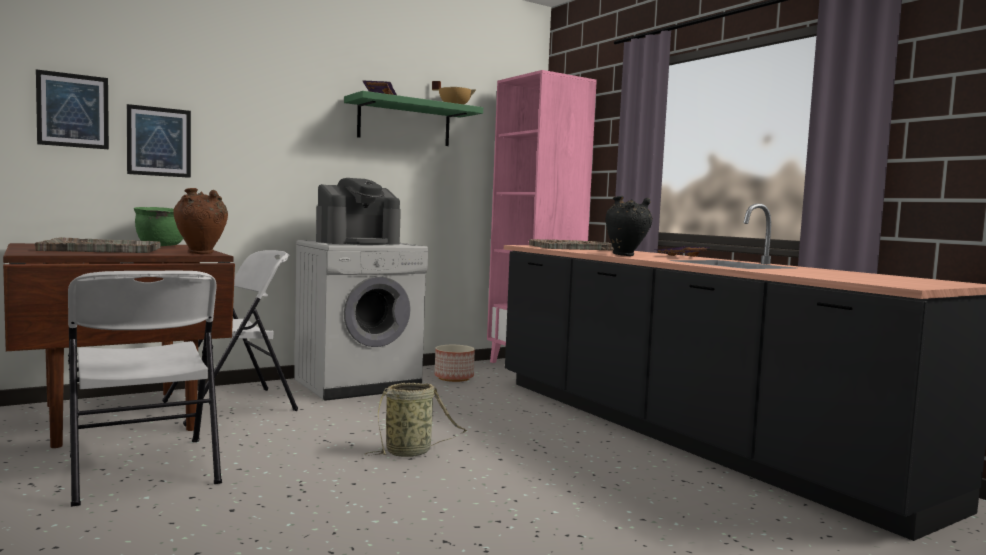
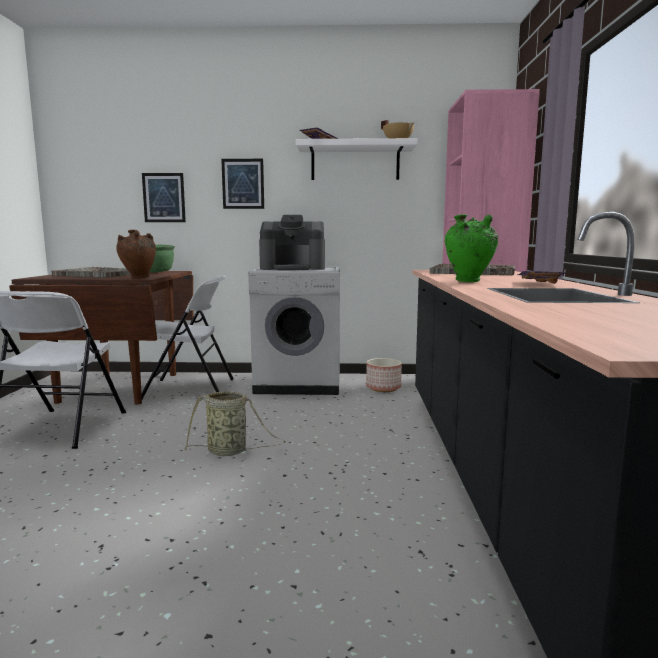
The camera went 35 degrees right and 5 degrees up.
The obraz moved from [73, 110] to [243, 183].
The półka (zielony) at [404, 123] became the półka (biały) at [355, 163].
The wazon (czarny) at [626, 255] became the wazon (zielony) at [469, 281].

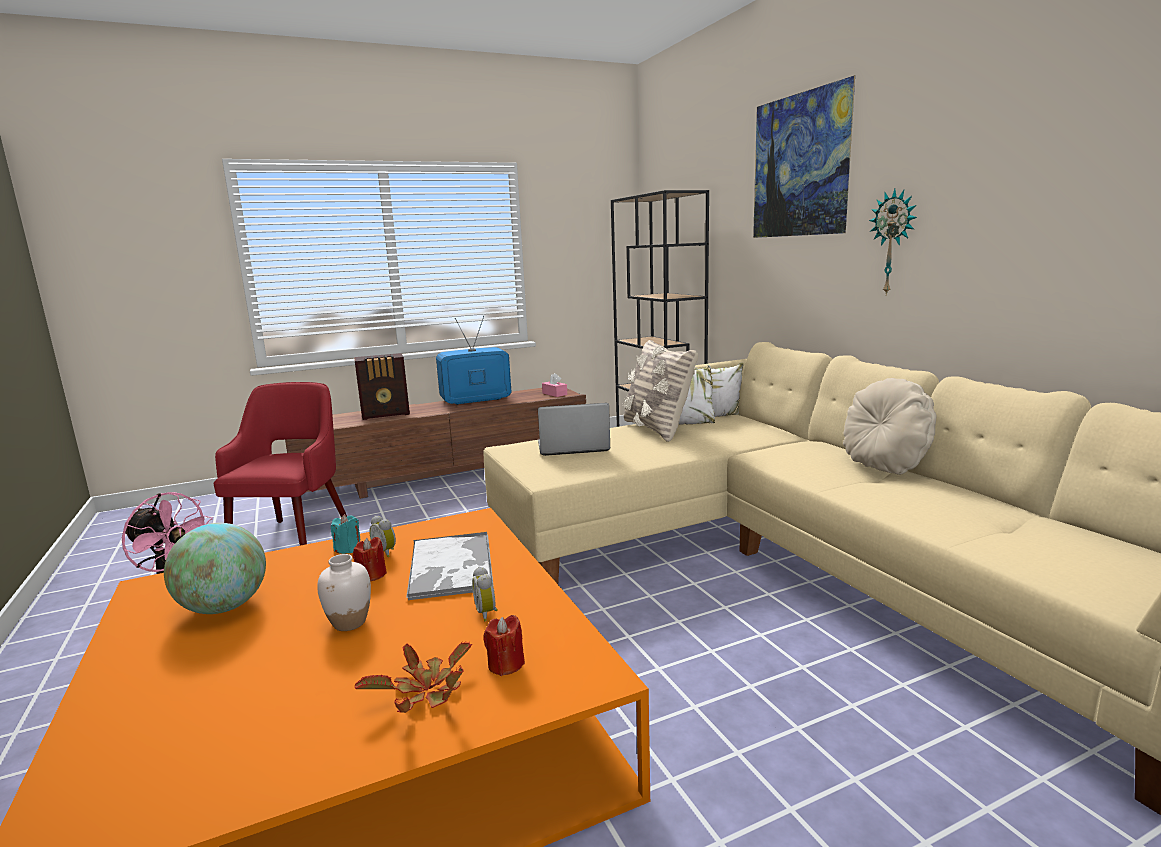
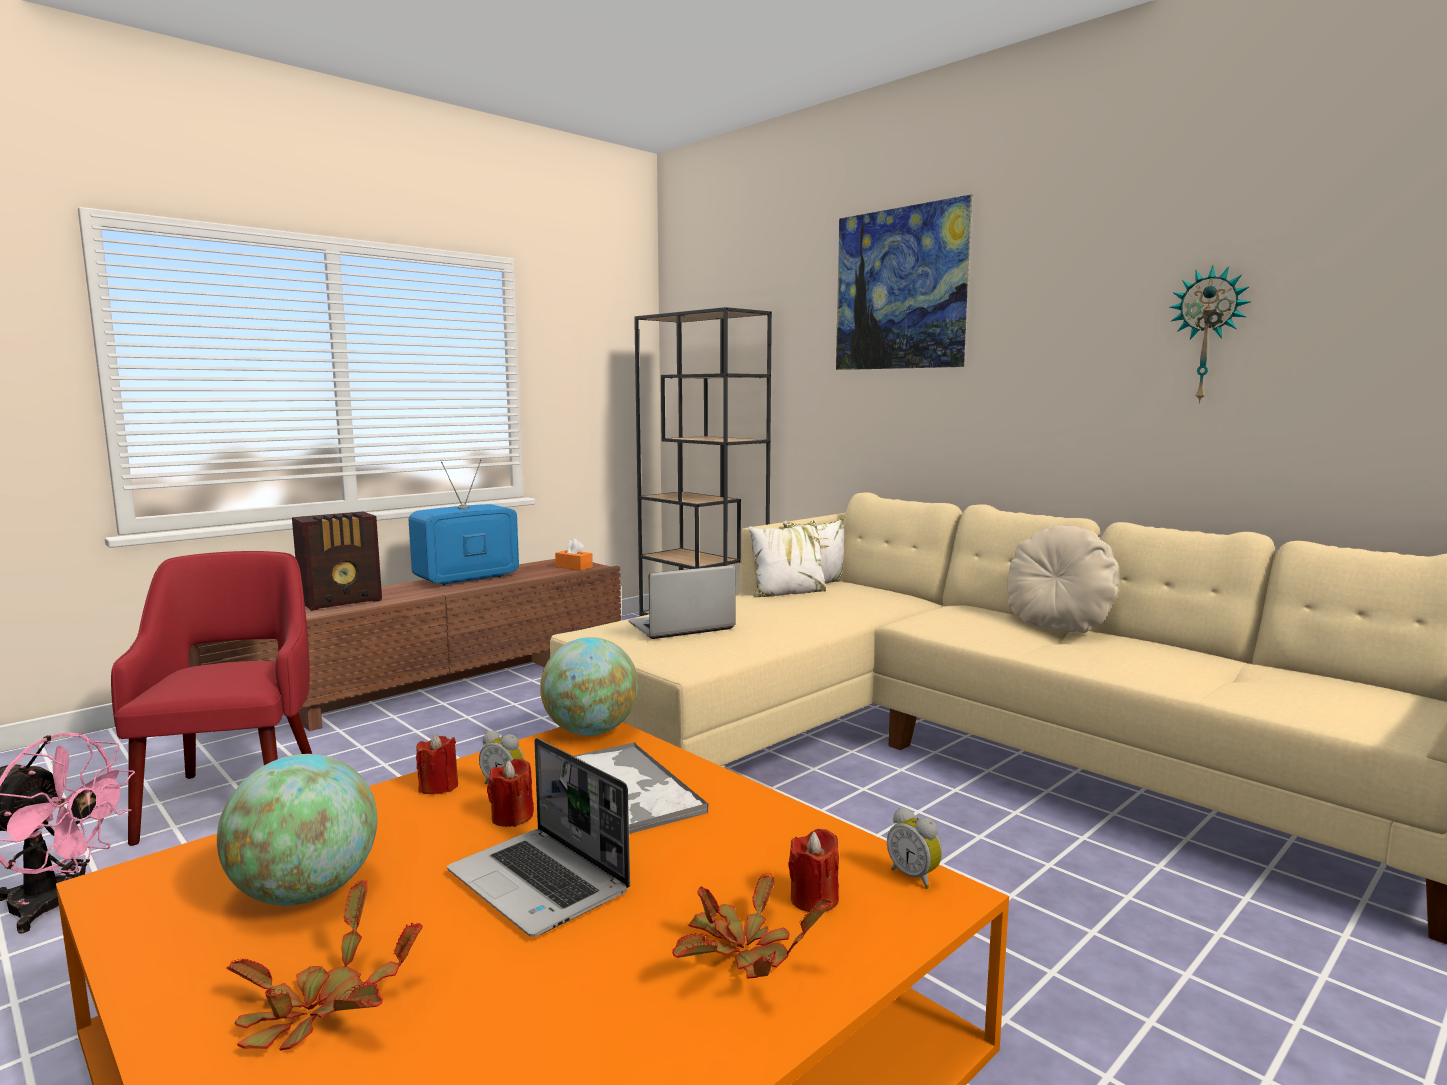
The camera went 20 degrees left and 5 degrees down.
The roślina doniczkowa at [317, 1011] appeared.
The świeca (turkusowy) at [348, 548] became the świeca (czerwony) at [438, 787].
The wazon (biały) at [350, 623] was replaced by the laptop at [541, 883].
The globus at [590, 731] appeared.
The pudełko chusteczek (różowy) at [554, 394] became the pudełko chusteczek (pomarańczowy) at [574, 567].
The budzik moved from [487, 613] to [914, 876].
The zegar ścienny moved from [893, 242] to [1207, 335].
The poduszka (beżowy) at [656, 429] disappeared.

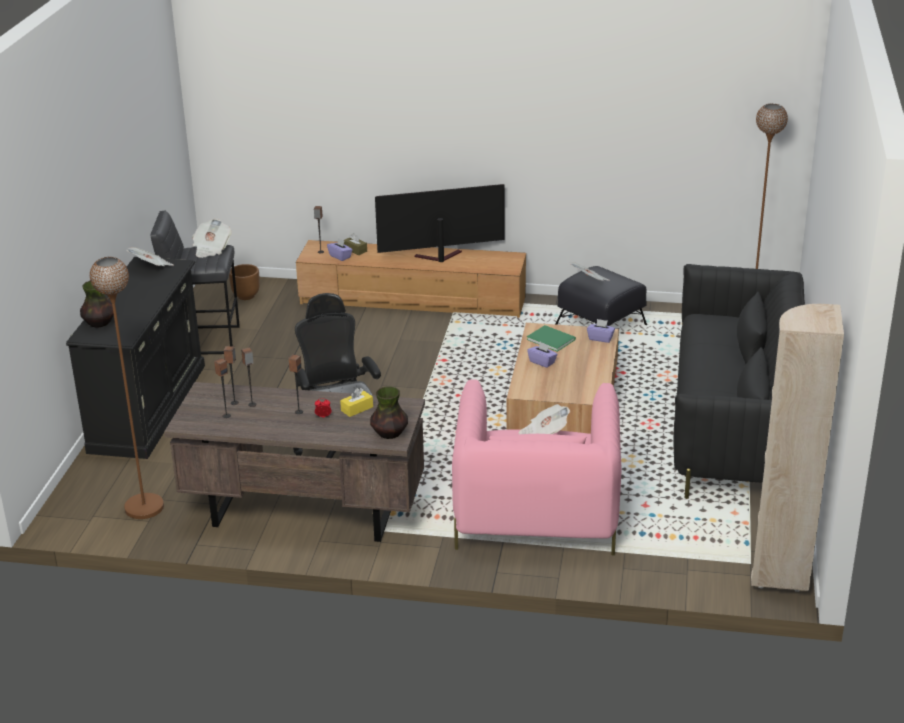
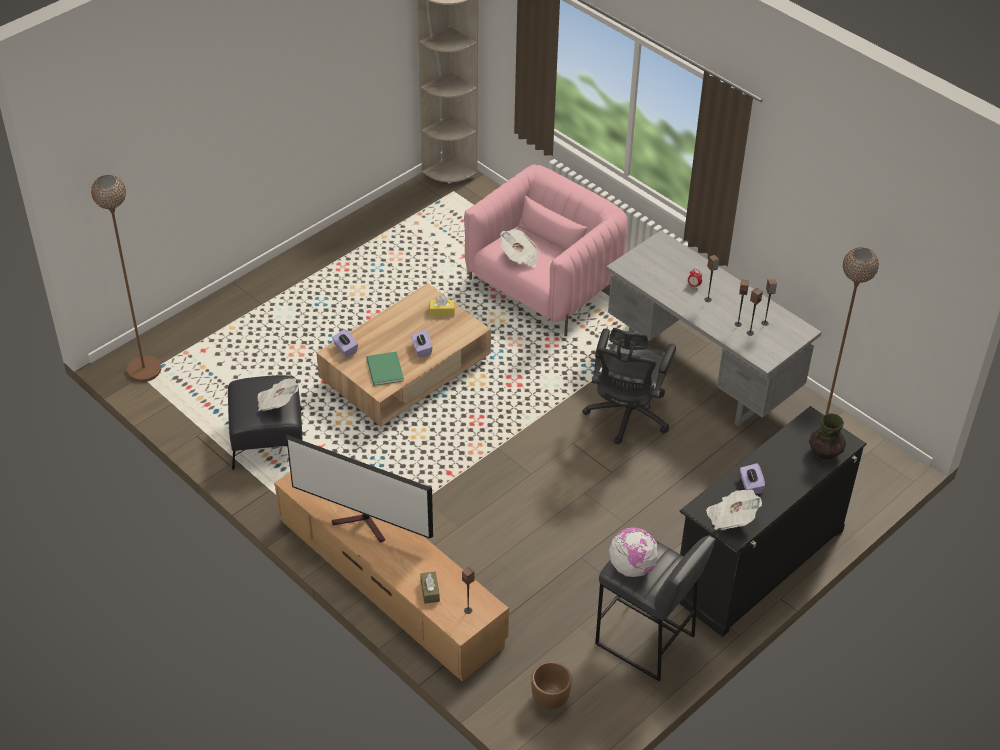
The camera went 145 degrees left and 15 degrees up.
The pudełko chusteczek (żółty) moved from [357, 409] to [442, 311].
The biurko (brązowy) at [303, 514] became the biurko (szary) at [702, 372].
The gazeta at [211, 249] was replaced by the globus at [632, 567].
The pudełko chusteczek (fioletowy) moved from [340, 256] to [750, 485].
The wazon at [389, 434] disappeared.
The kanapa (czarny) at [735, 423] disappeared.

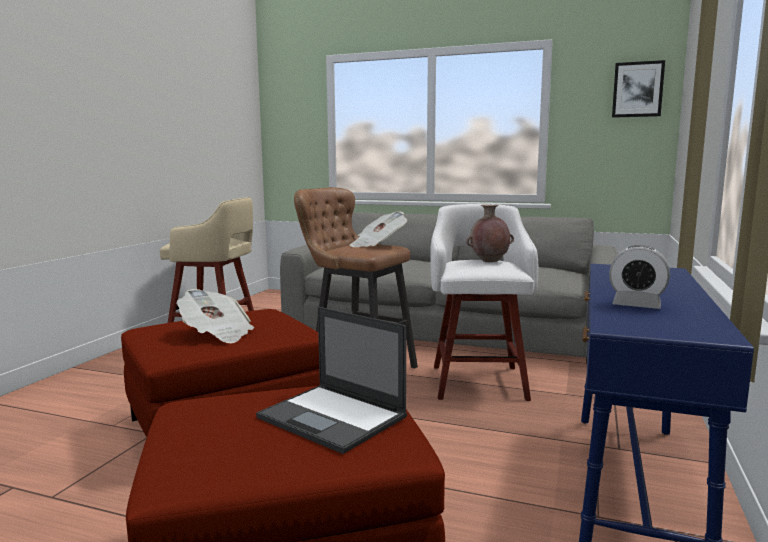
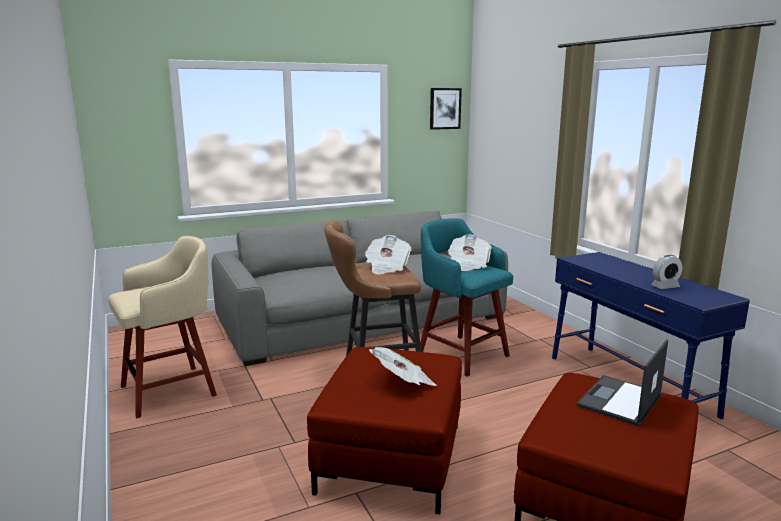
The camera went 45 degrees left and 5 degrees up.
The stołek (biały) at [478, 381] became the stołek (turkusowy) at [461, 354].
The wazon (brązowy) at [489, 261] was replaced by the gazeta at [468, 265].
The laptop at [333, 417] turned 135 degrees clockwise.

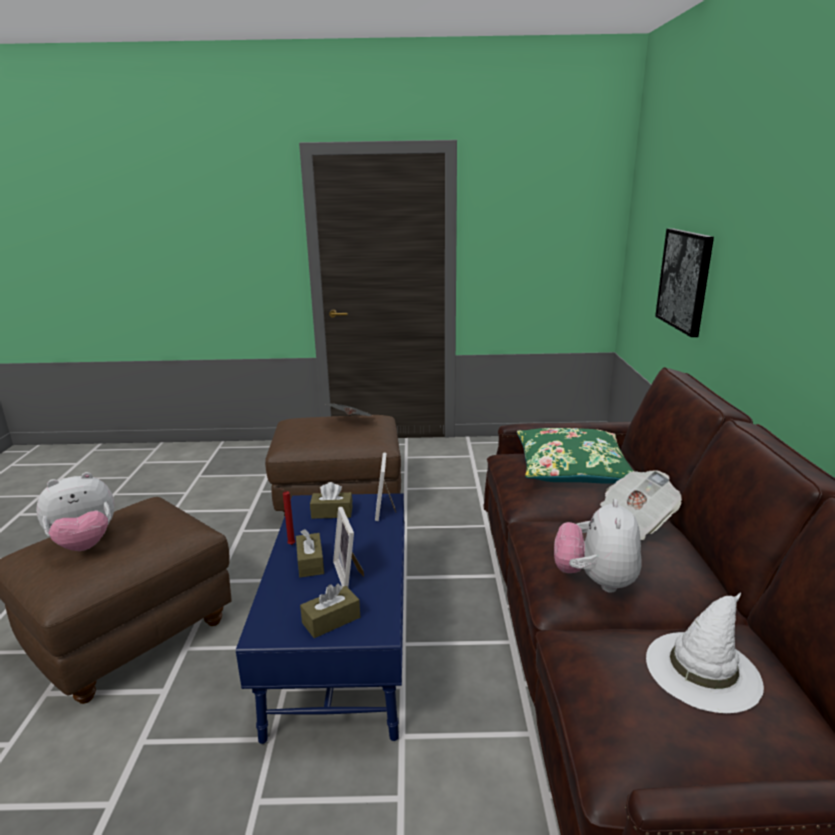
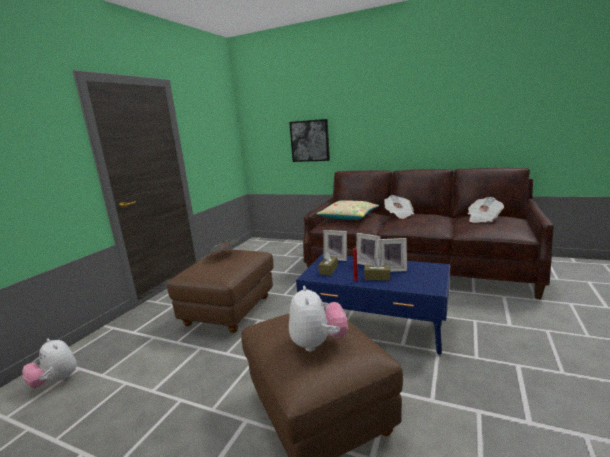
The camera went 65 degrees left and 5 degrees down.
The pluszak moved from [595, 581] to [56, 381].
The poduszka (zielony) at [572, 469] became the poduszka (beżowy) at [348, 217].
The ramka na zdjęcie at [369, 263] appeared.
The kapelusz (biały) at [703, 668] was replaced by the gazeta at [483, 219].
The pudełko chusteczek (brązowy) at [331, 620] disappeared.

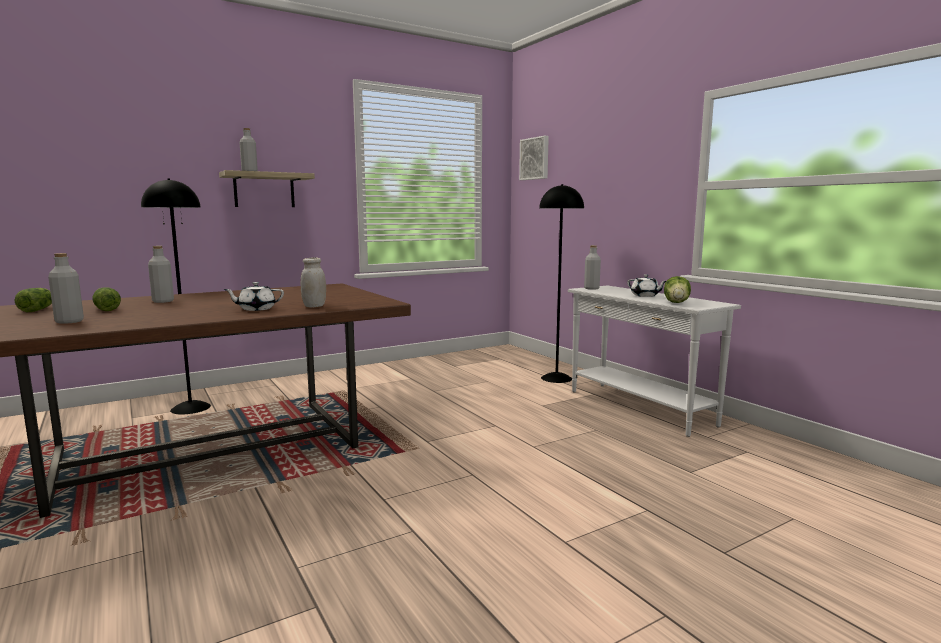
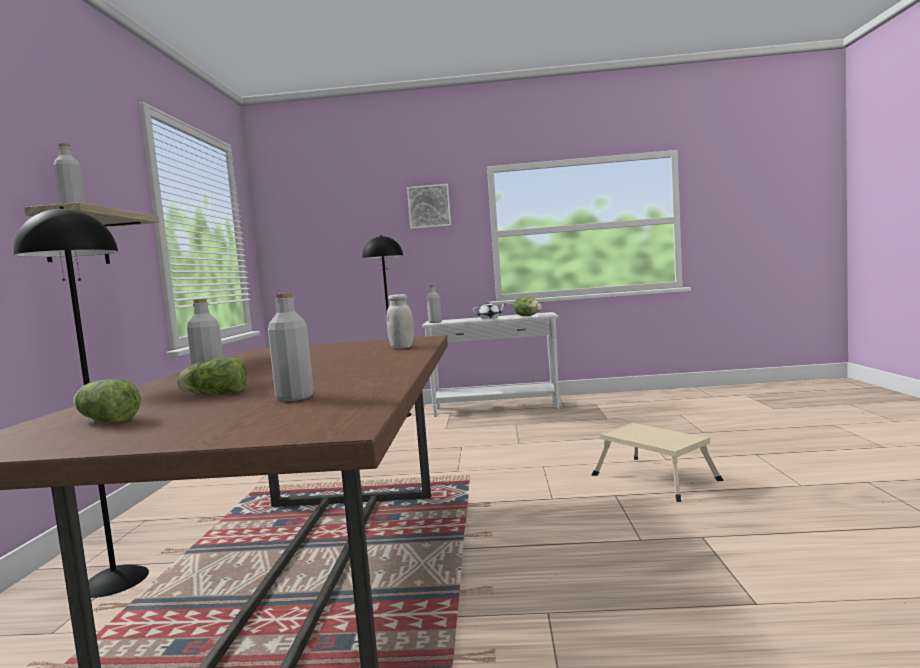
The camera went 55 degrees left and 5 degrees down.
The obraz moved from [535, 158] to [429, 206].
The drabinka (beżowy) at [655, 478] appeared.
The imbryk (biały) at [256, 309] disappeared.

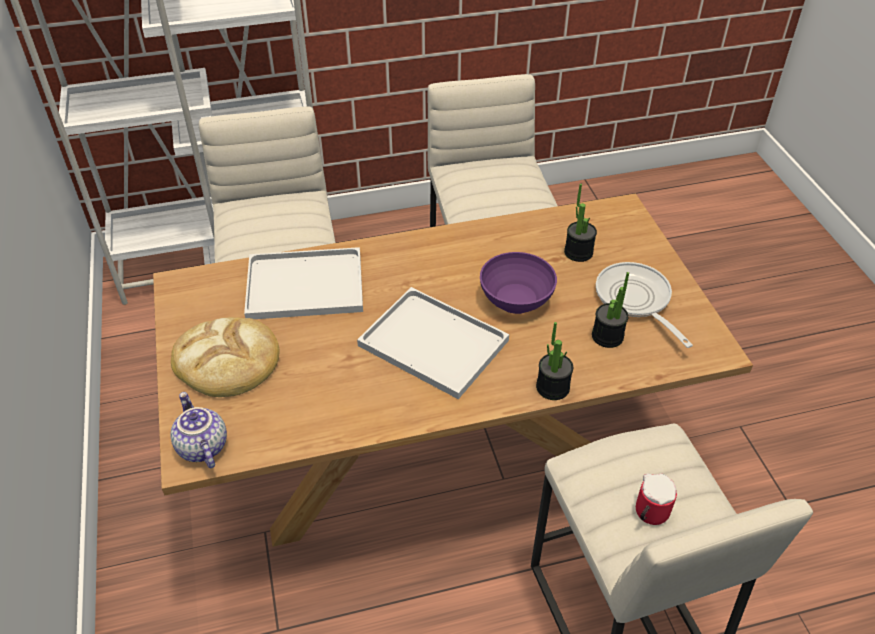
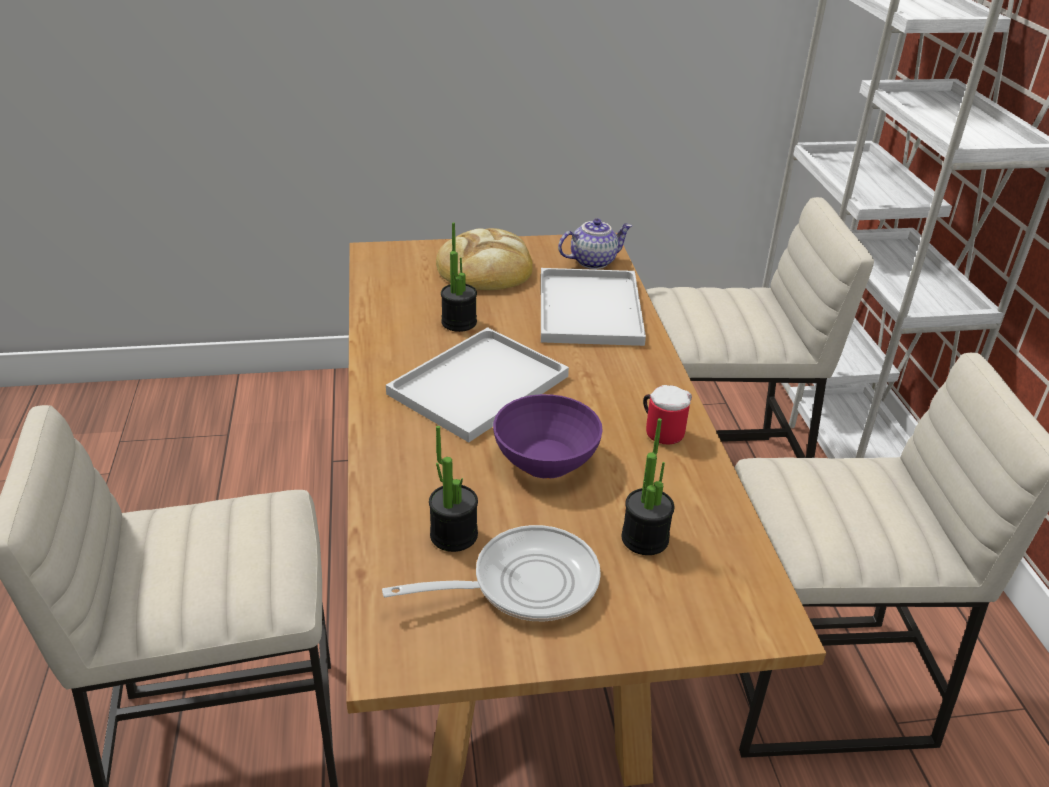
The camera went 95 degrees right and 10 degrees down.
The roślina doniczkowa moved from [552, 387] to [459, 322].
The imbryk moved from [201, 447] to [593, 261].
The kubek moved from [648, 513] to [661, 430].

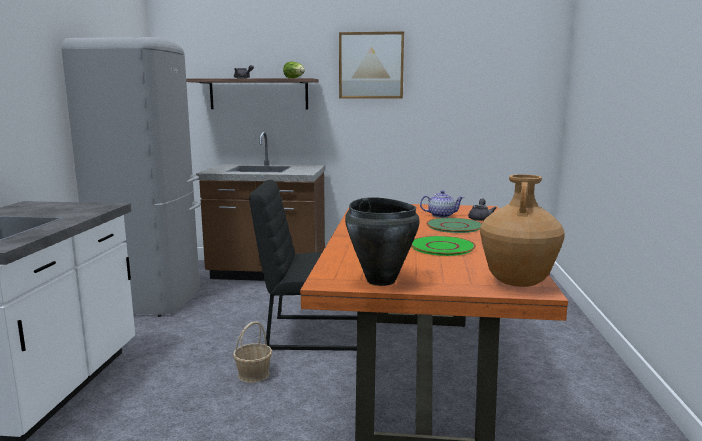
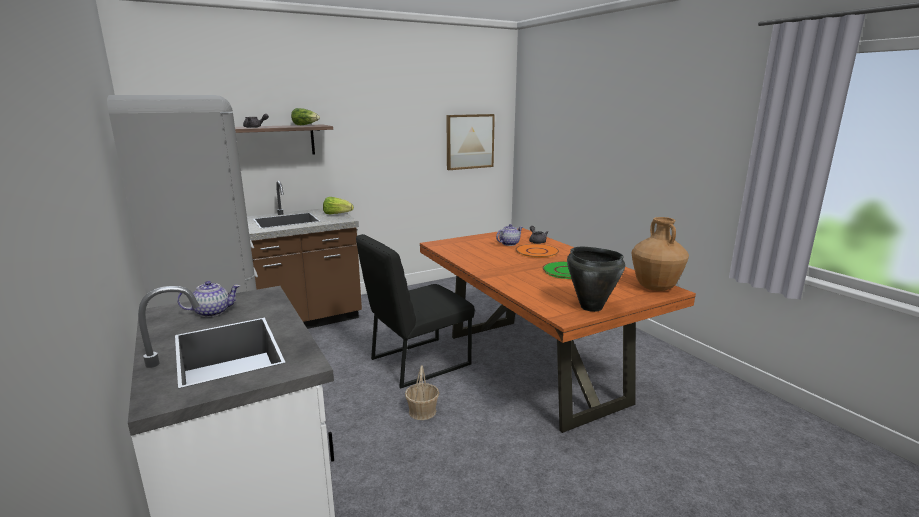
The camera went 35 degrees left and 5 degrees up.
The imbryk at [212, 312] appeared.
The sałata at [337, 214] appeared.
The obraz moved from [371, 65] to [469, 141].
The talerz (zielony) at [455, 226] became the talerz (pomarańczowy) at [537, 252].

